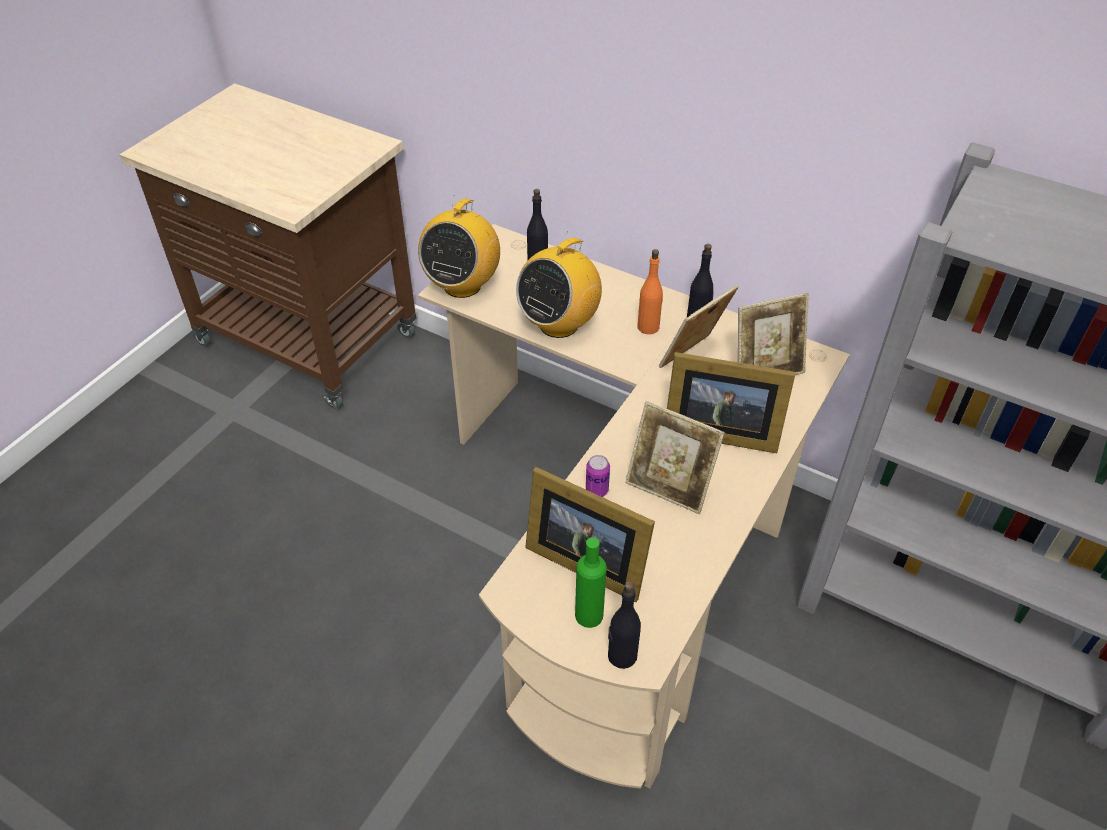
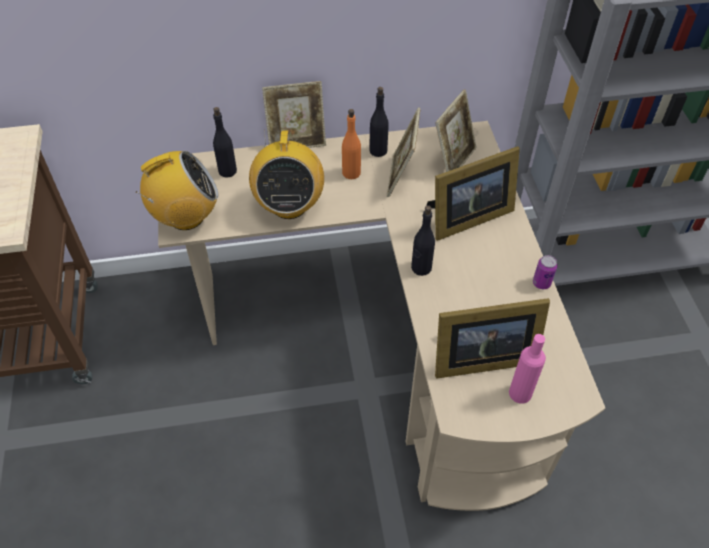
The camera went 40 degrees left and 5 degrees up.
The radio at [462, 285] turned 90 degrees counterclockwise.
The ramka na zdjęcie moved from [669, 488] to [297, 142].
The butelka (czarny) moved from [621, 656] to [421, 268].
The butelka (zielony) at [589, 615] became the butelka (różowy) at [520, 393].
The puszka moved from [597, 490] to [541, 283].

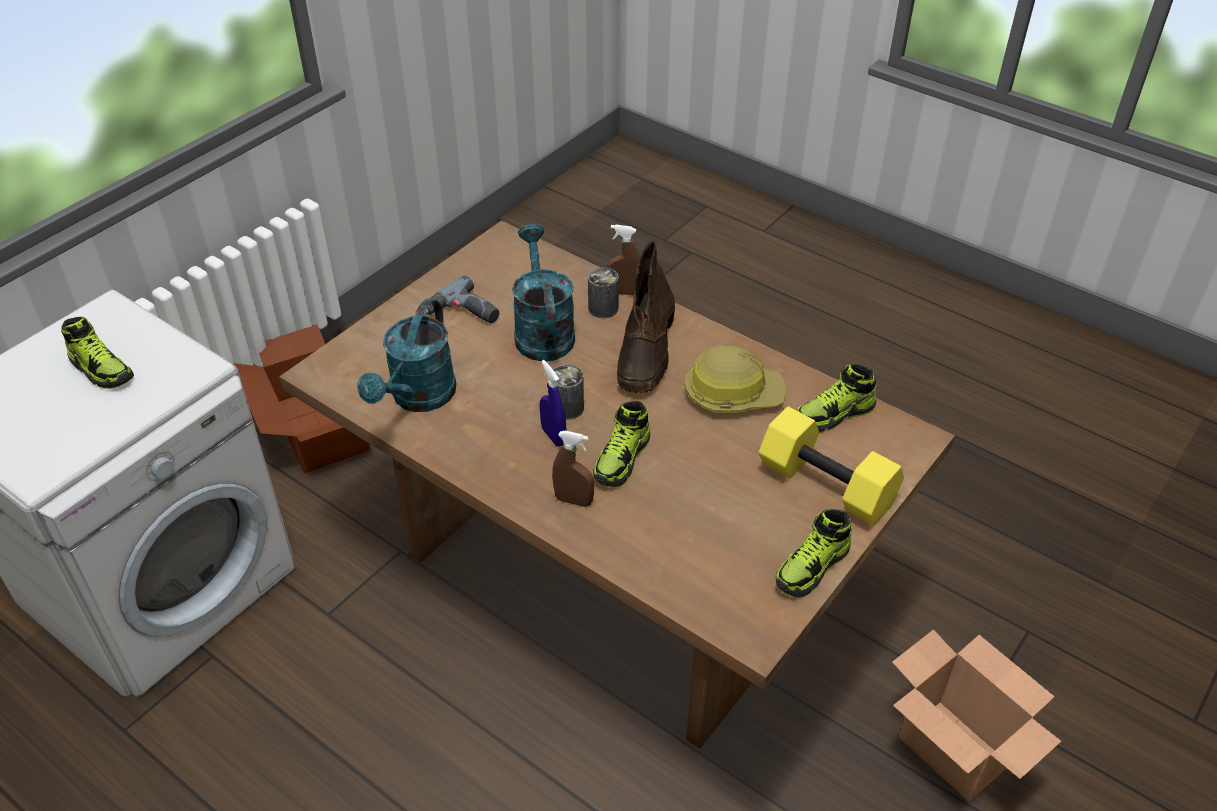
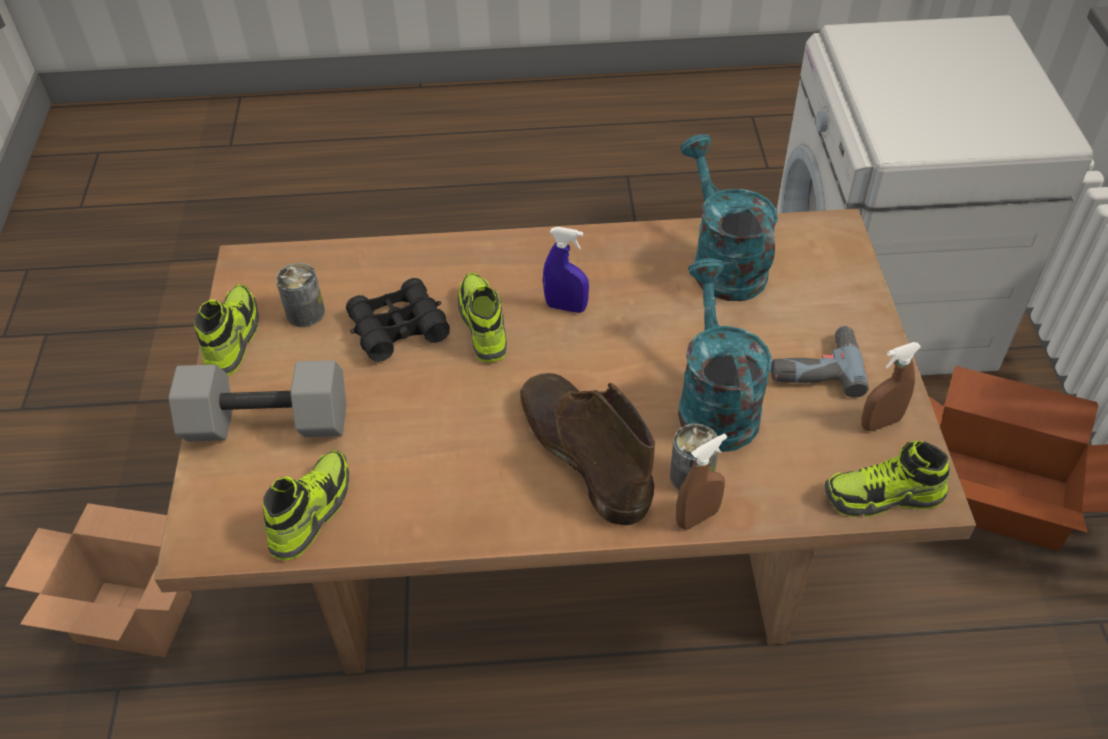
The camera went 140 degrees right and 5 degrees up.
The hantel (żółty) at [828, 484] became the hantel (szary) at [266, 425].
The puszka moved from [567, 408] to [305, 313].
The lornetka (czarny) at [398, 328] appeared.
The konewka (turkusowy) at [542, 331] turned 135 degrees counterclockwise.
The but moved from [102, 369] to [883, 497].
The spryskiwacz (brązowy) moved from [573, 500] to [880, 422].
The kask at [732, 394] disappeared.

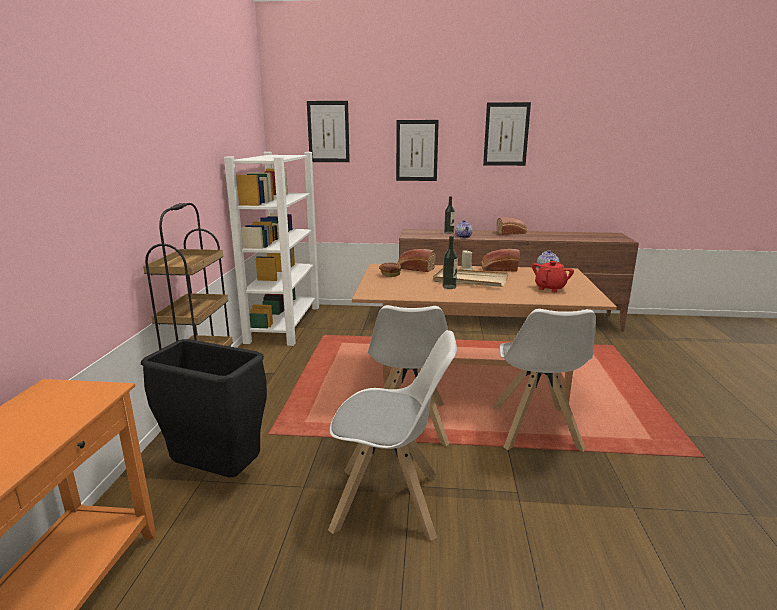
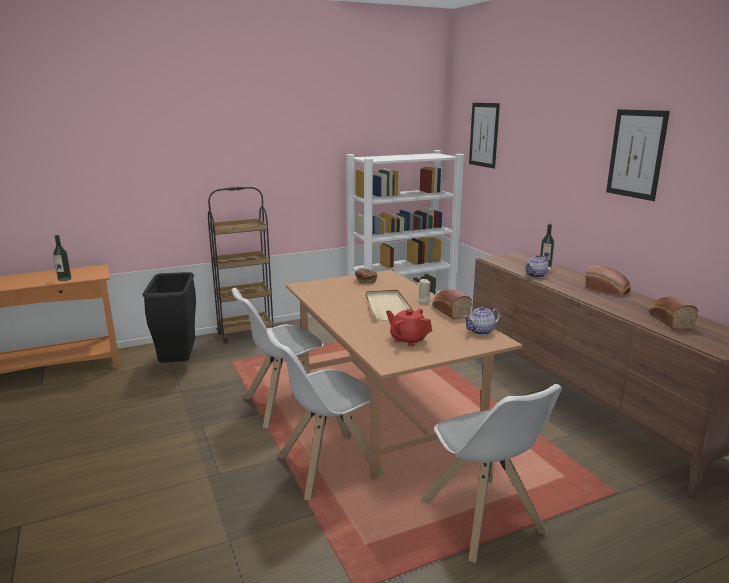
The camera went 60 degrees right and 0 degrees up.
The butelka moved from [449, 287] to [64, 279].
The imbryk (czerwony) at [550, 288] turned 150 degrees counterclockwise.
The krzesło moved from [390, 502] to [483, 519].
The chleb moved from [414, 268] to [669, 320].
The obraz at [417, 150] disappeared.

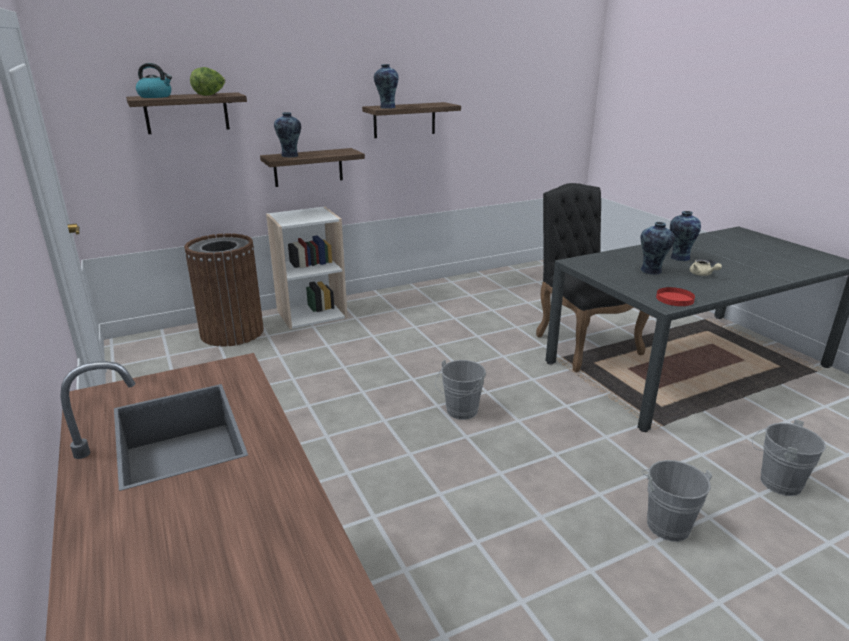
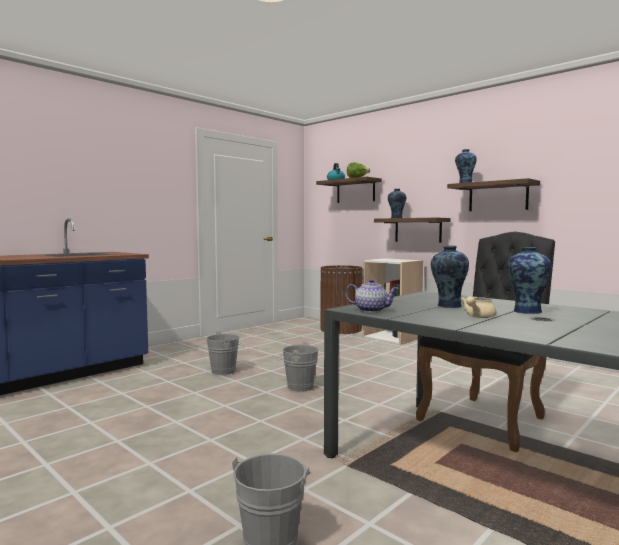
The camera went 70 degrees right and 20 degrees down.
The wiadro (szary) moved from [666, 522] to [226, 371].
The talerz (czerwony) at [674, 299] was replaced by the imbryk at [371, 310].

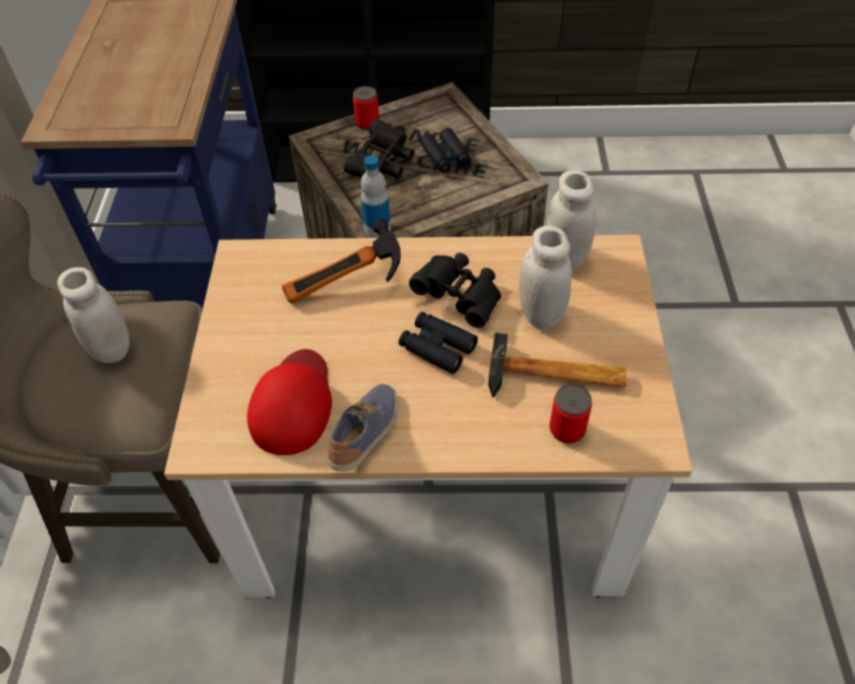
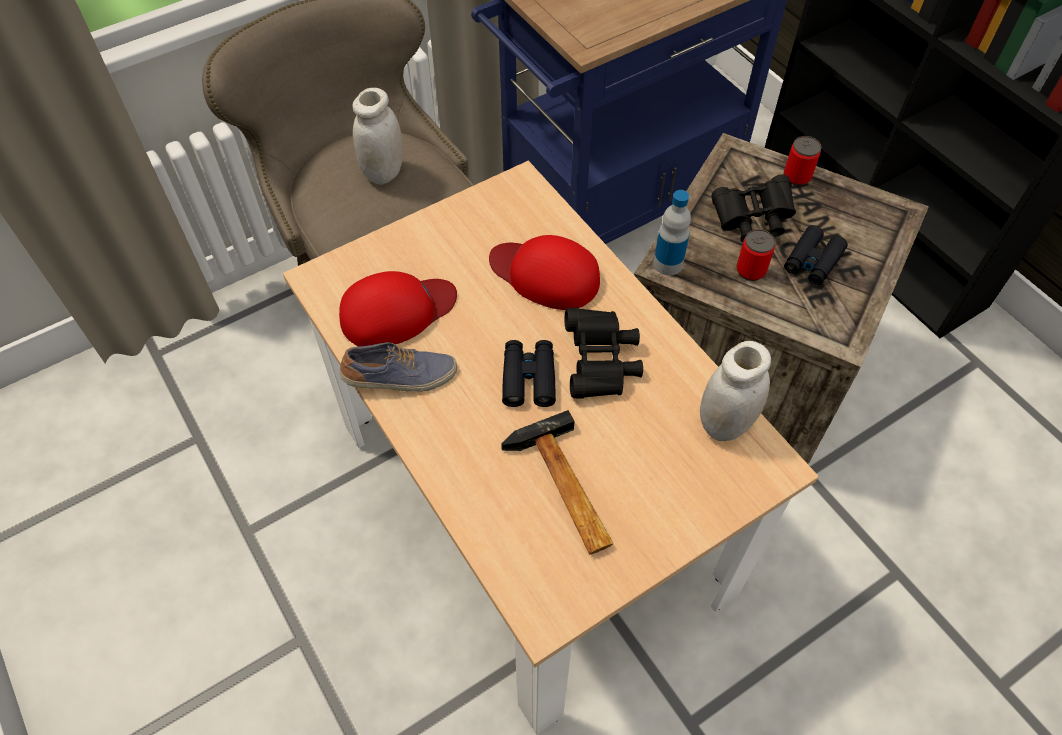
The camera went 55 degrees right and 5 degrees up.
The młotek at [347, 287] was replaced by the czapka z daszkiem (czerwony) at [545, 275].
The puszka moved from [567, 429] to [750, 270].
The słoik (biały) at [541, 313] disappeared.

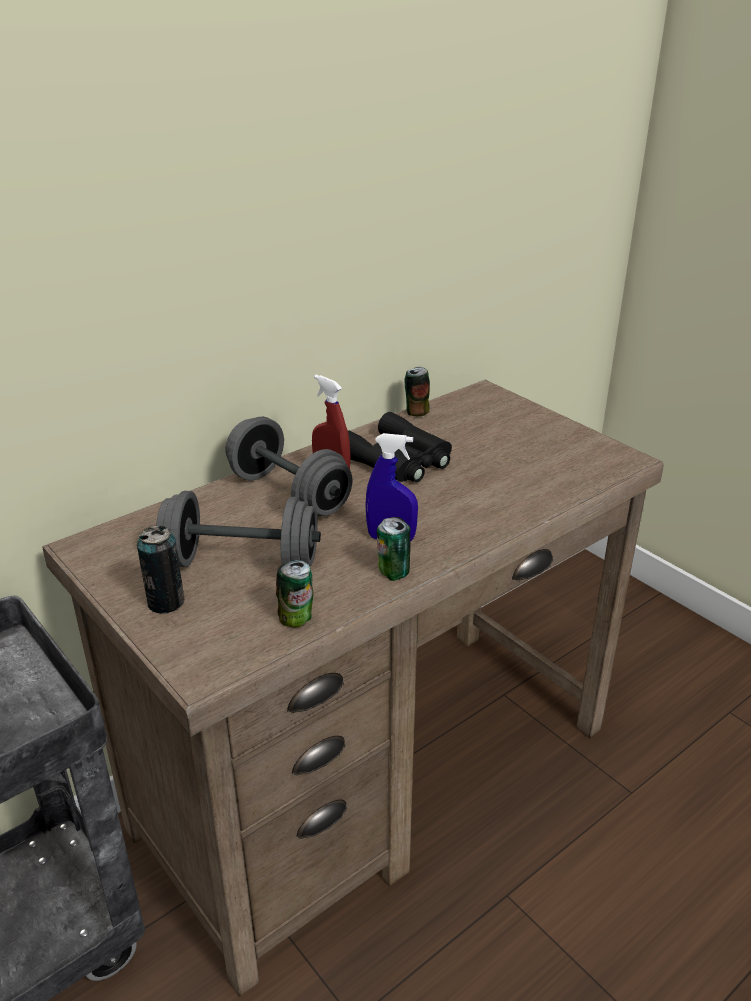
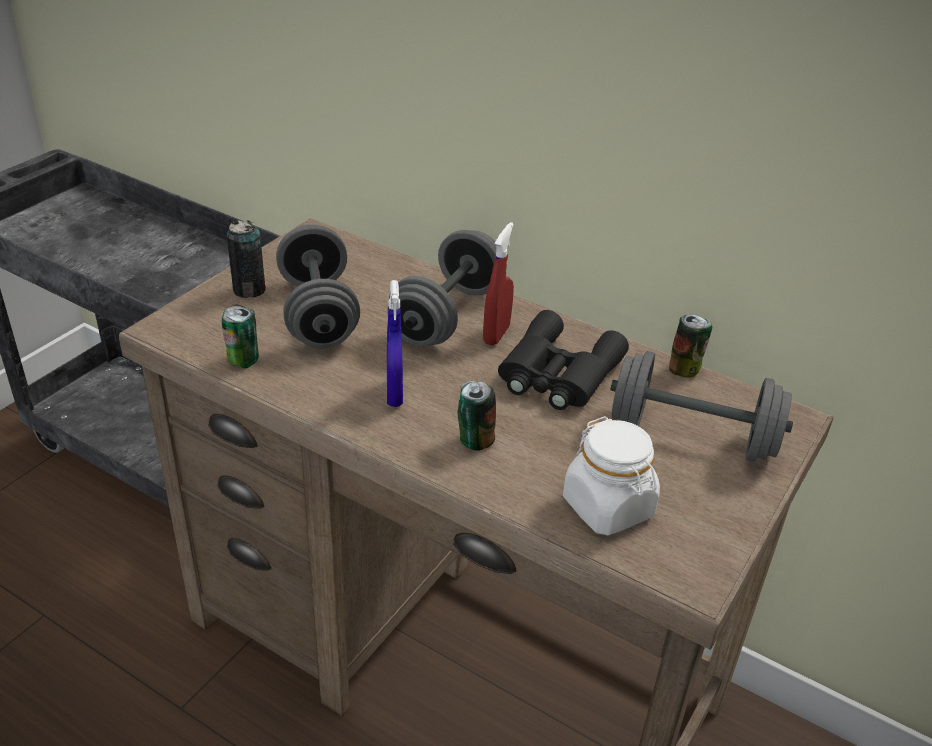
The camera went 70 degrees right and 5 degrees up.
The puszka moved from [393, 573] to [474, 440].
The słoik (biały) at [608, 507] appeared.
The hantel (szary) at [692, 437] appeared.

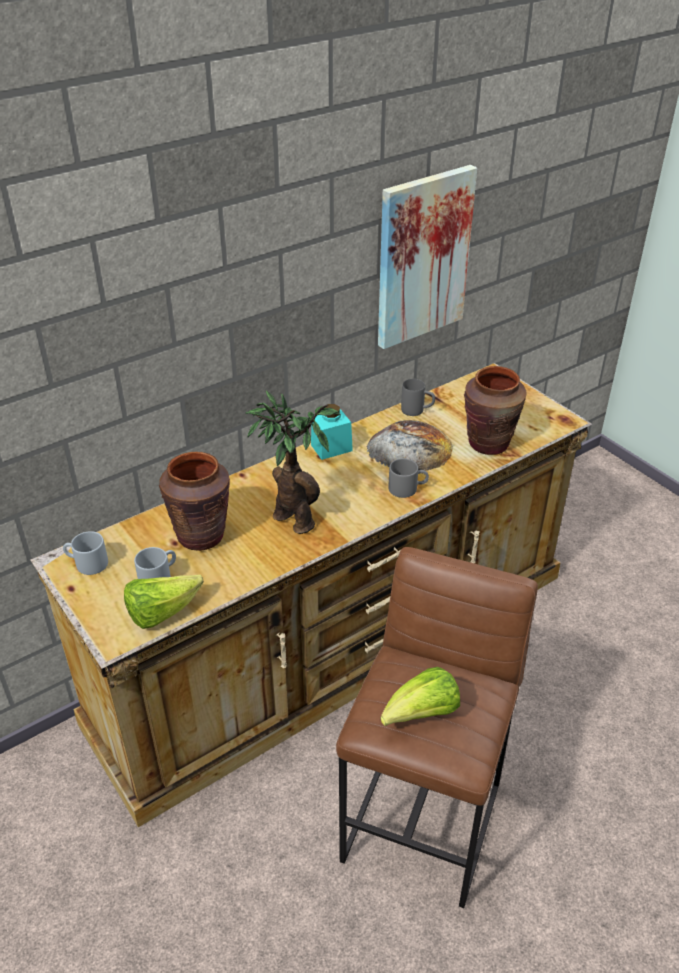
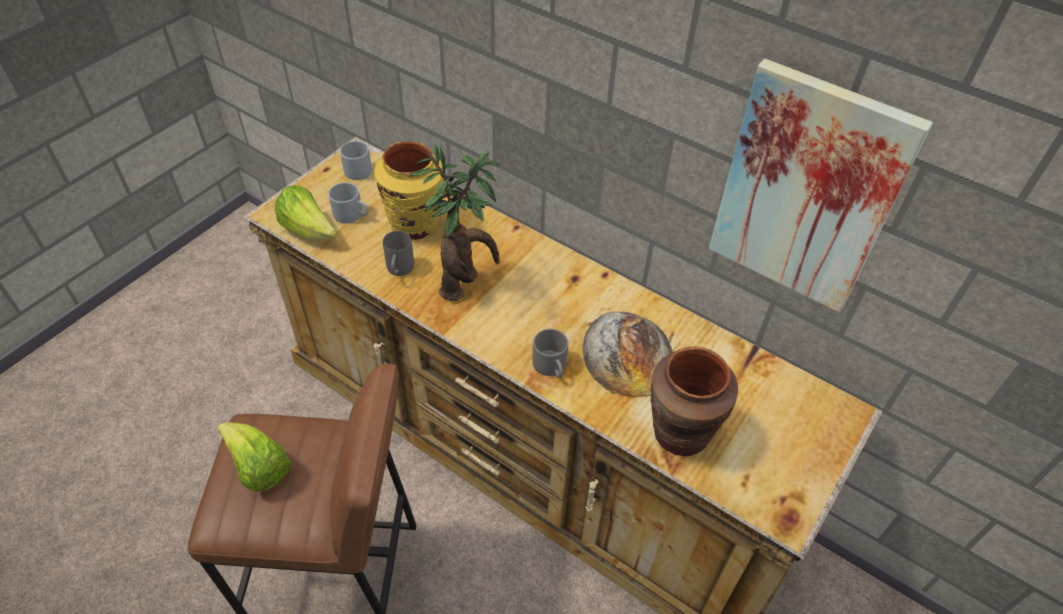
The camera went 70 degrees right and 10 degrees up.
The wazon (brązowy) at [201, 536] became the wazon (żółty) at [415, 225].
The kubek (szary) moved from [417, 411] to [399, 271].
The słoik (turkusowy) at [331, 448] disappeared.

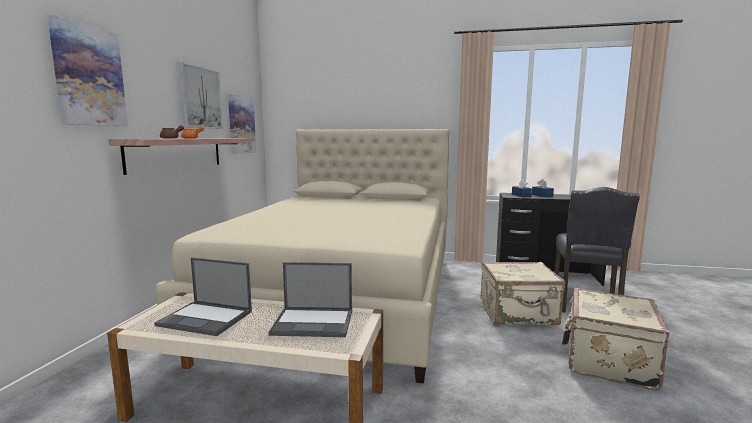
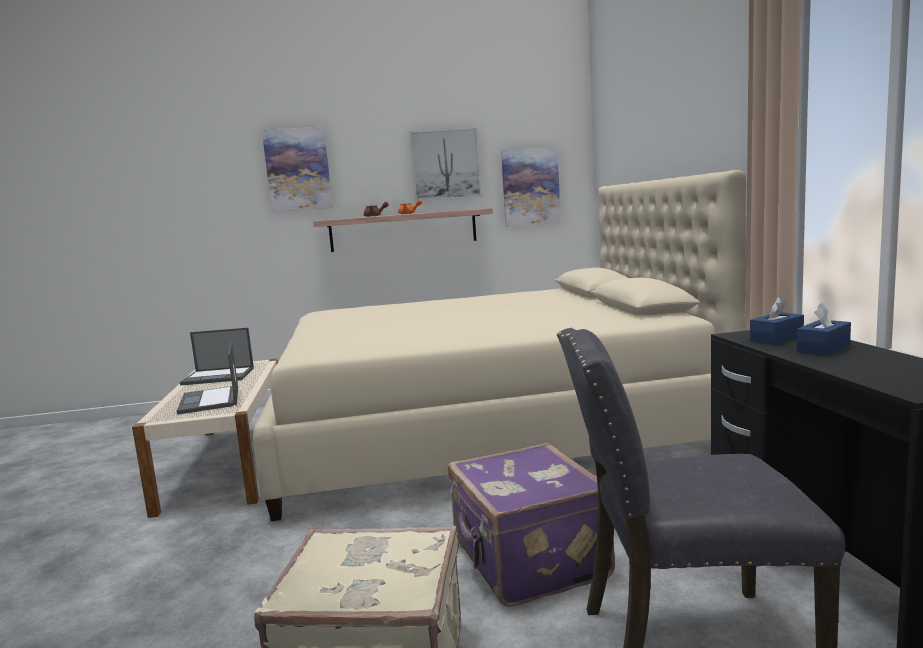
The camera went 70 degrees right and 0 degrees up.
The laptop at [206, 318] turned 90 degrees counterclockwise.
The walizka (beżowy) at [518, 314] became the walizka (fioletowy) at [527, 561].

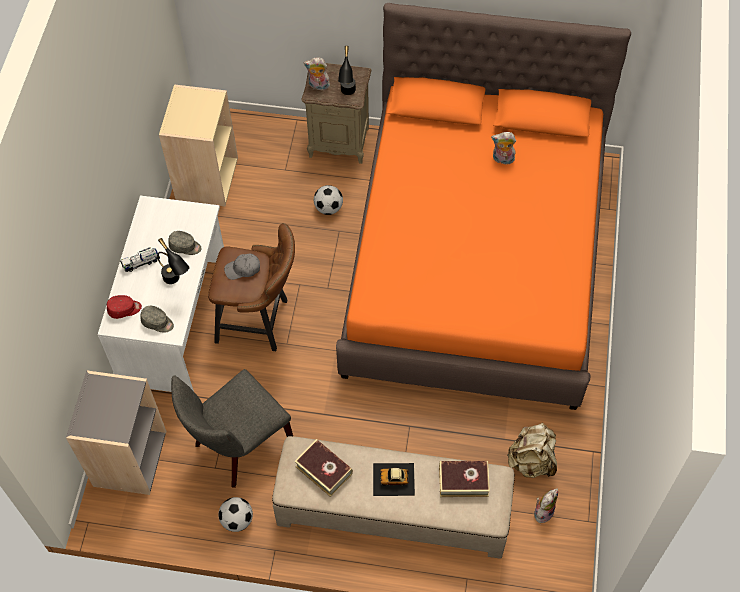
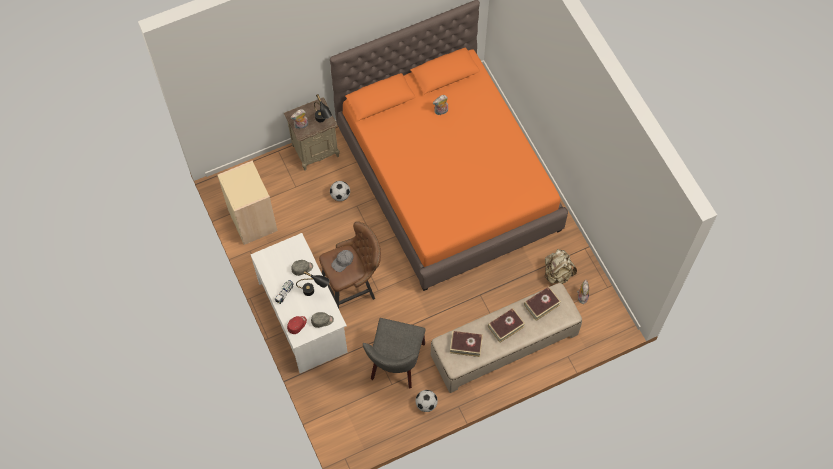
The camera went 35 degrees left and 5 degrees up.
The samochodzik at [394, 479] was replaced by the książka at [505, 327].
The regał (szary) at [129, 457] disappeared.

